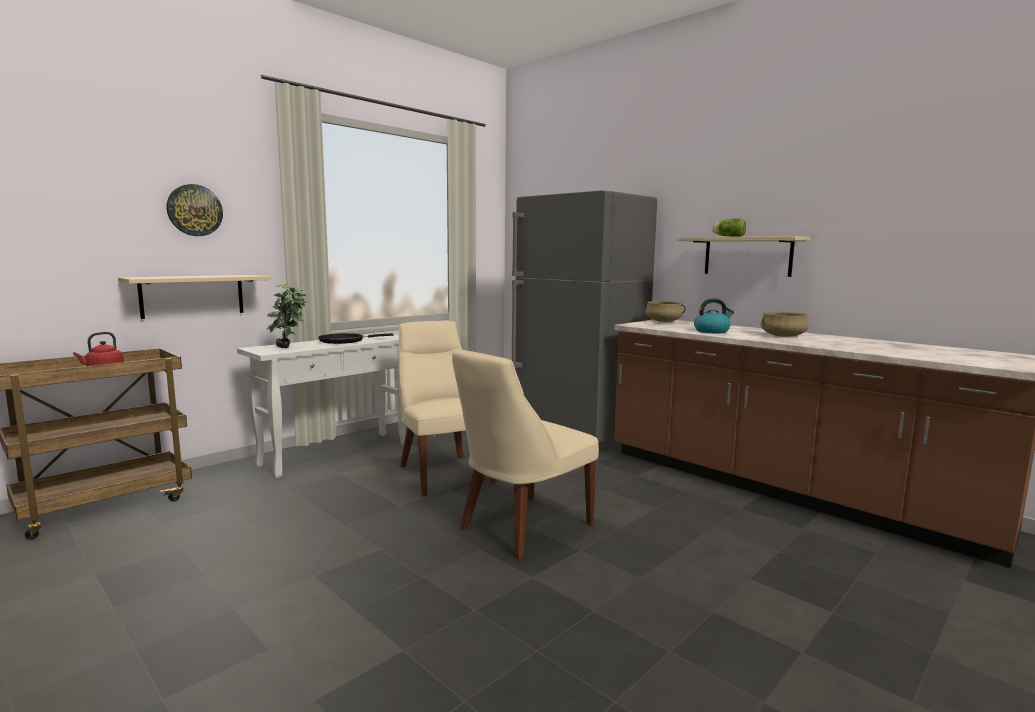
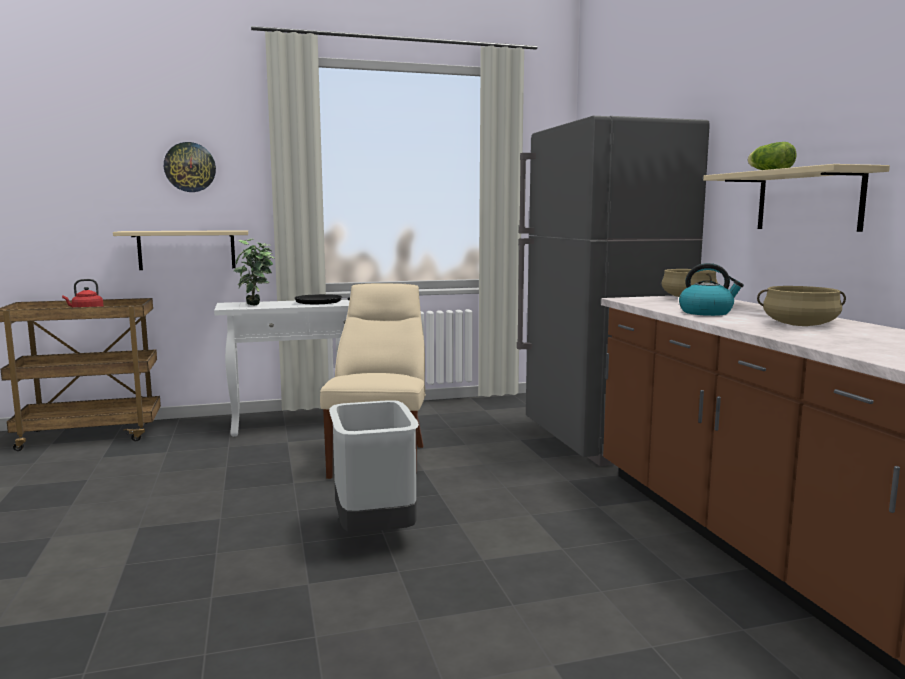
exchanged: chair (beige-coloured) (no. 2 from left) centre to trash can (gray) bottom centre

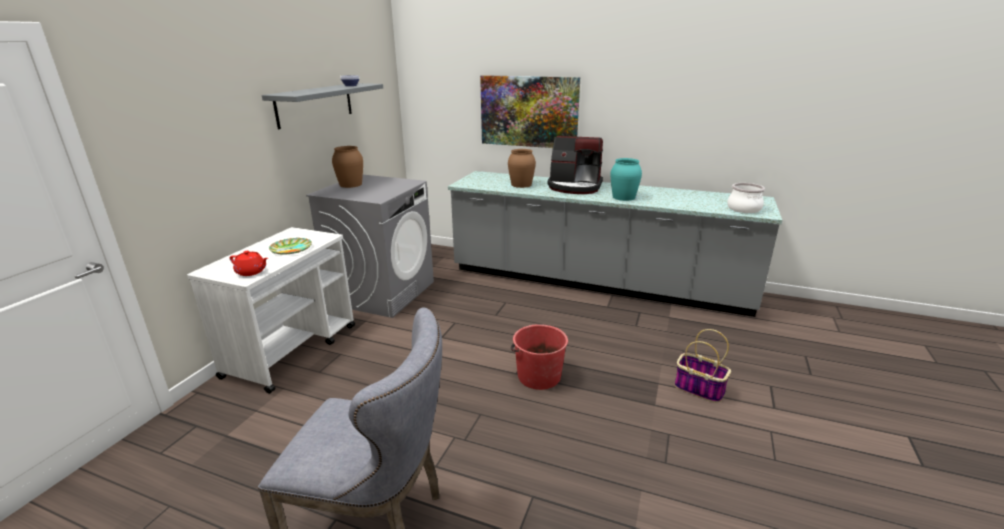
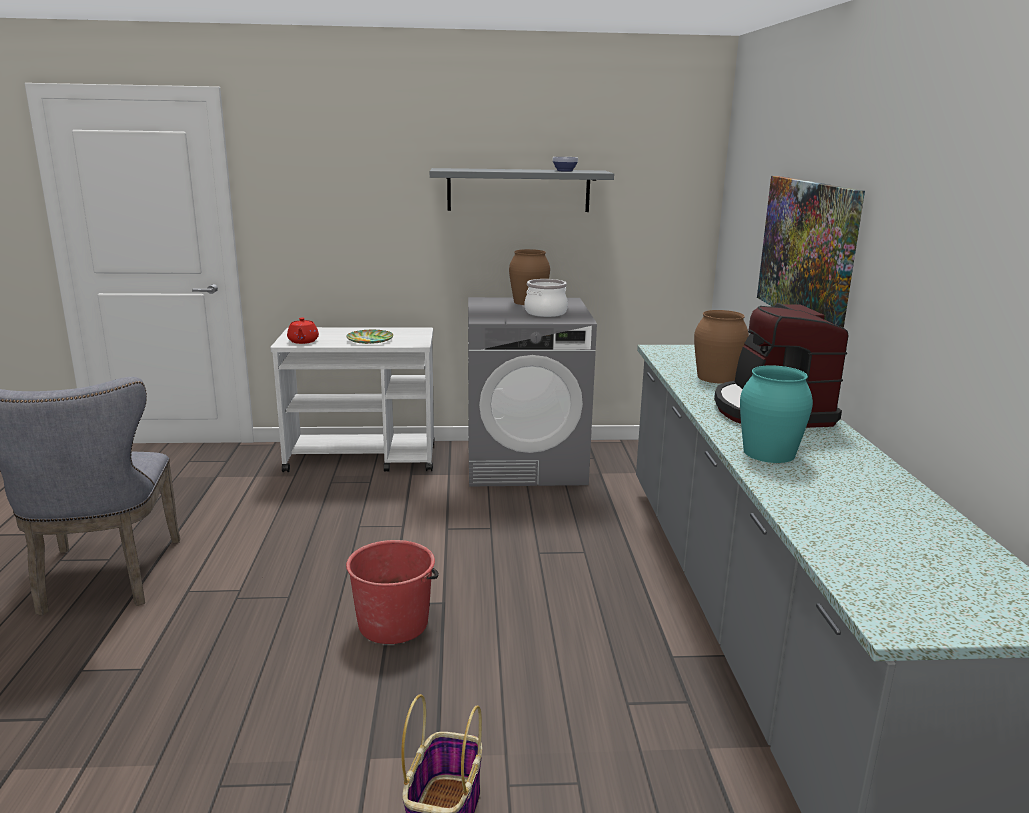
relocated: saucepot middle right to centre

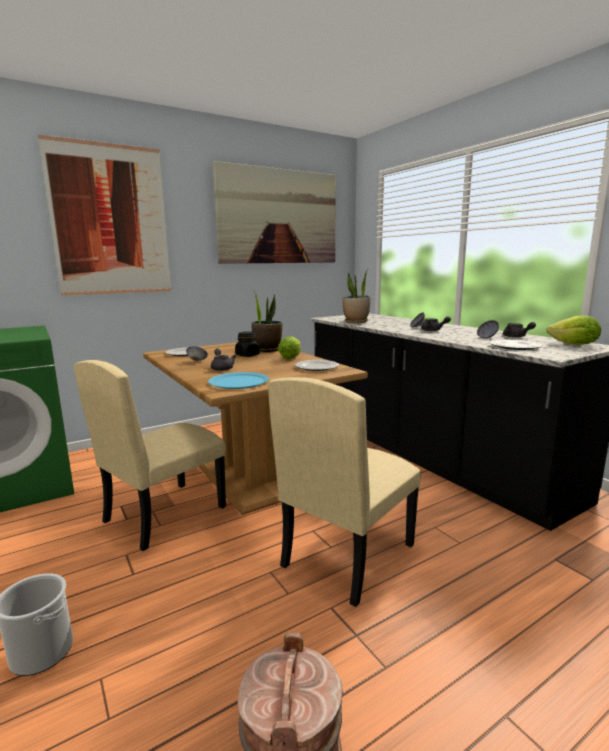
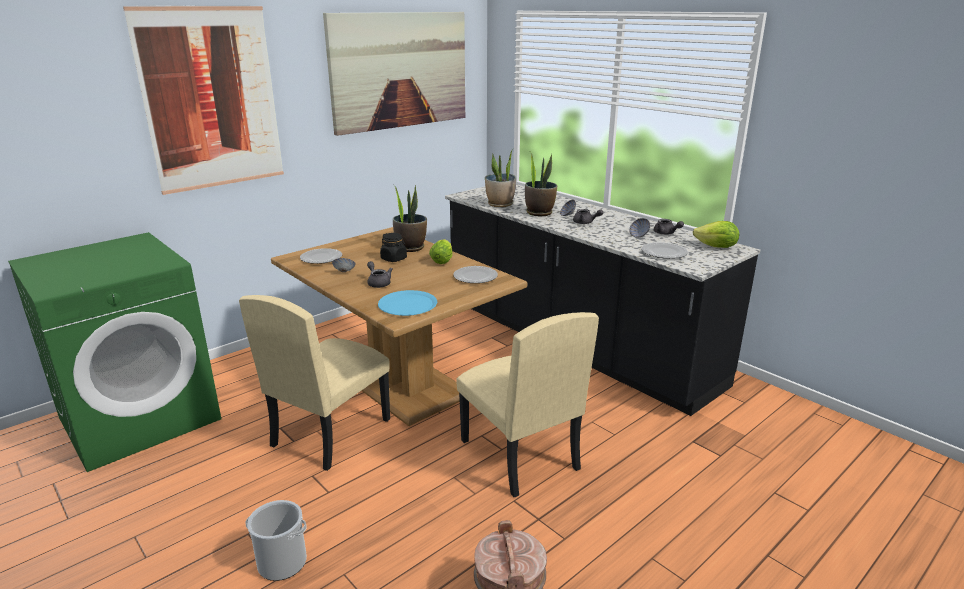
appeared: houseplant (no. 3 from left) top centre
spun: chair (beige-coloured) (no. 2 from left) centre = bottom centre 60 degrees counterclockwise

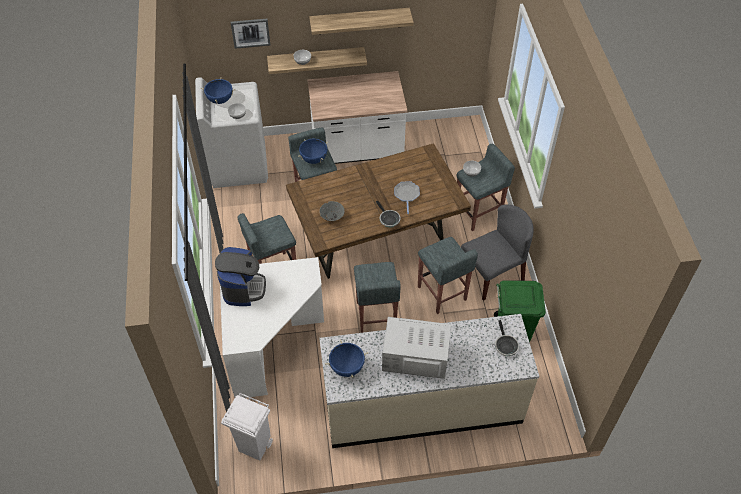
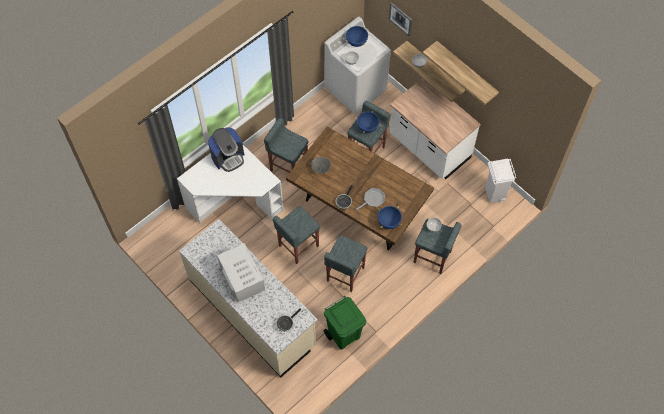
missing: chair (gray) middle right
relocated: trash can (white) bottom centre to middle right; saucepot (blue-coloured) (no. 3 from left) bottom centre to centre

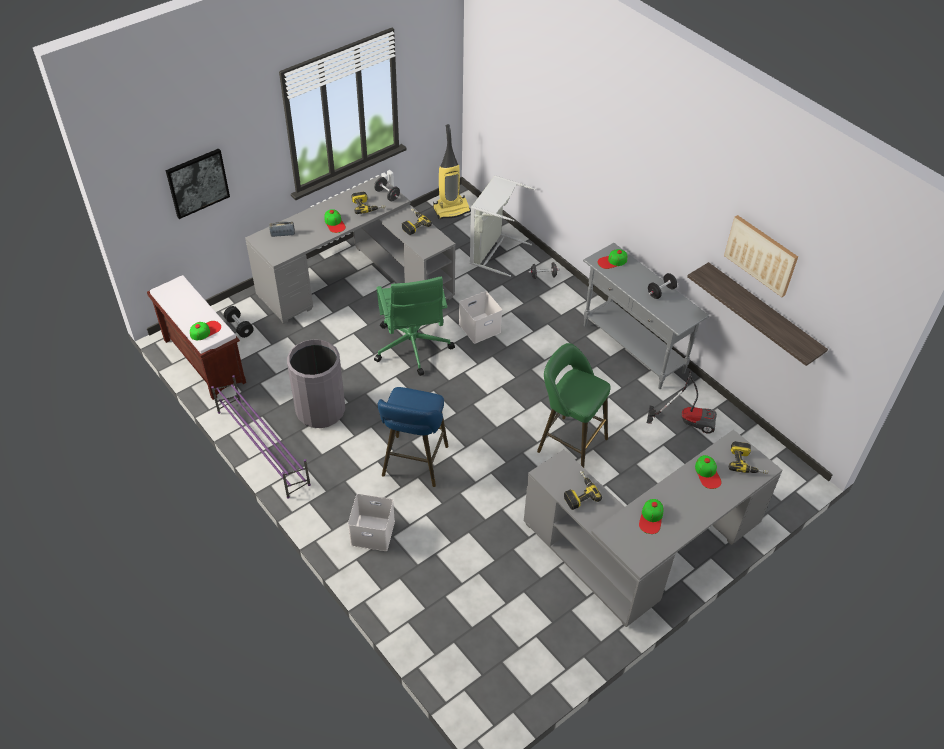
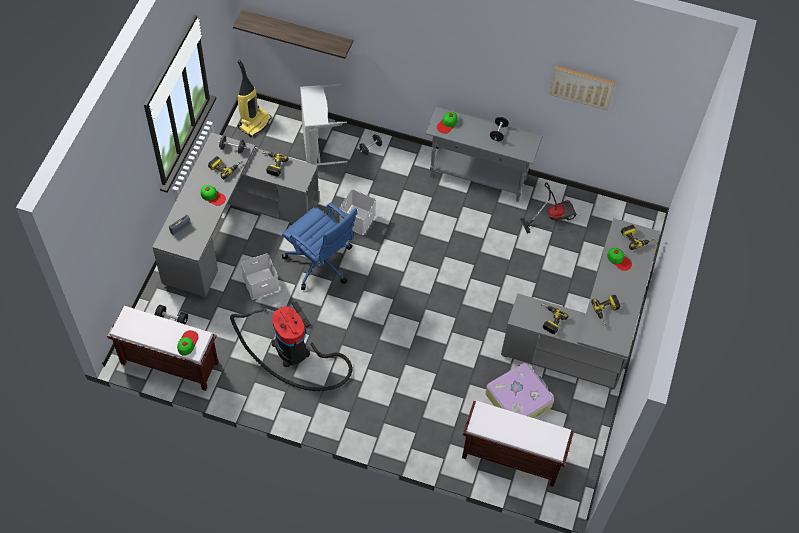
missing: wall art (no. 1 from left) top left; shoe stand (purple-coloured) middle left; stool seat (blue-coloured) centre; stool seat (green) centre
appeared: bench (brown-coloured) (no. 2 from left) bottom centre; piece of luggage bottom centre
relocated: storage bin (white) (no. 1 from left) bottom centre to middle left; wall shelf middle right to top centre
exchanged: trash can (gray) centre to vacuum cleaner (no. 2 from left) centre; peaked cap (no. 4 from left) bottom right to drill (no. 4 from left) middle right
colour: computer chair (green) centre to computer chair (blue-coloured) centre

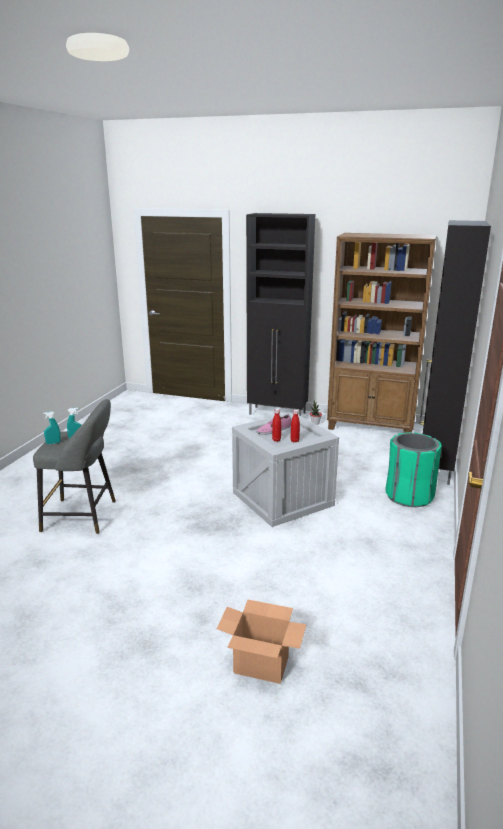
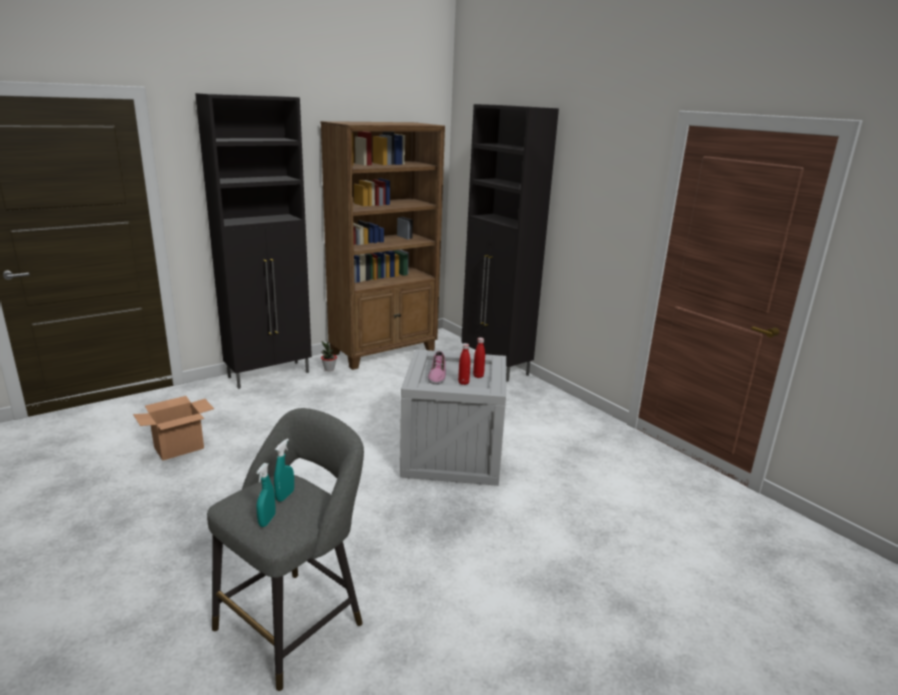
missing: trash can (green) middle right
relocated: carton bottom centre to middle left

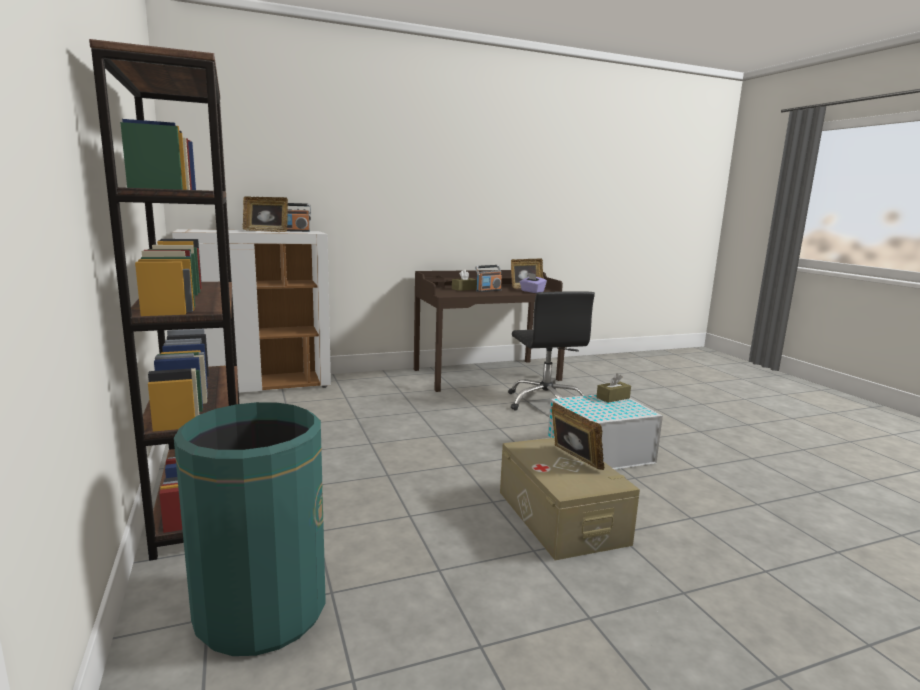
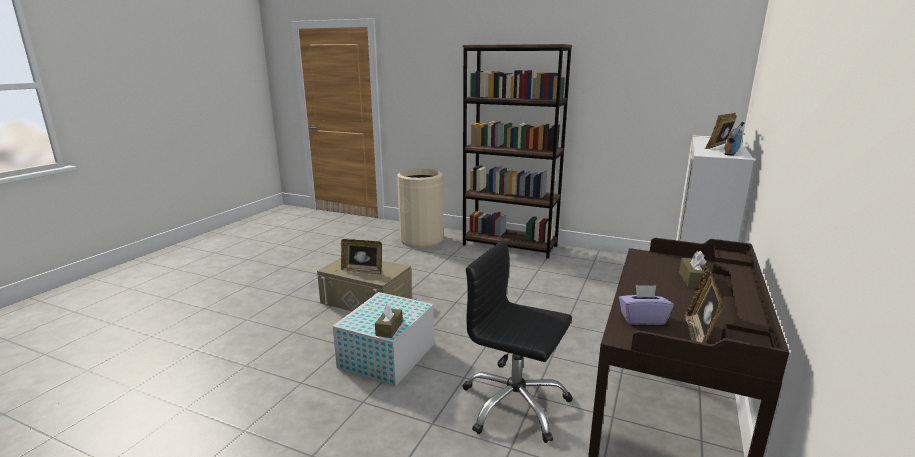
missing: radio receiver (no. 2 from left) centre
colour: trash can (green) bottom left to trash can (beige-coloured) centre

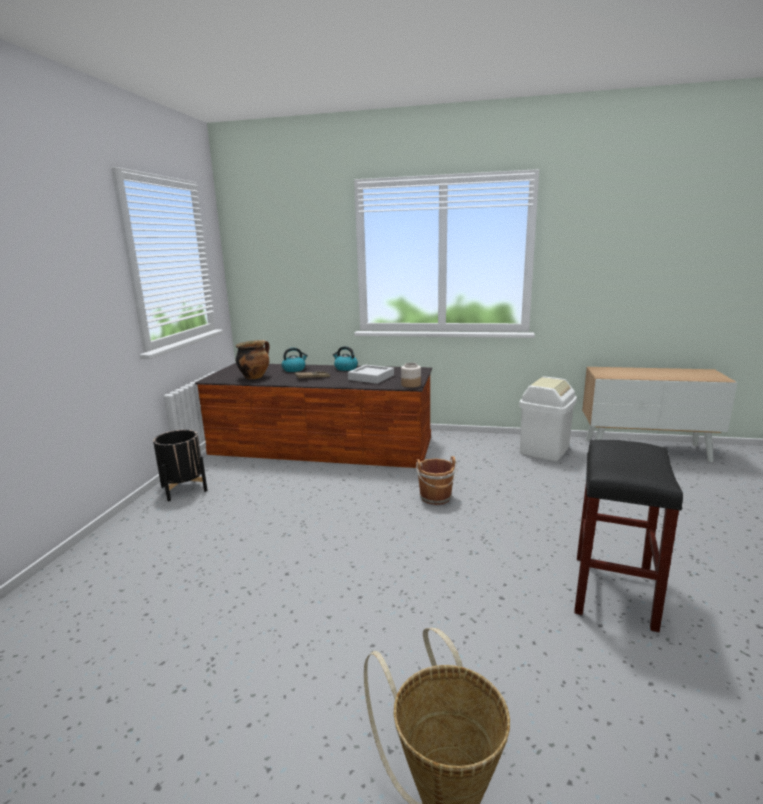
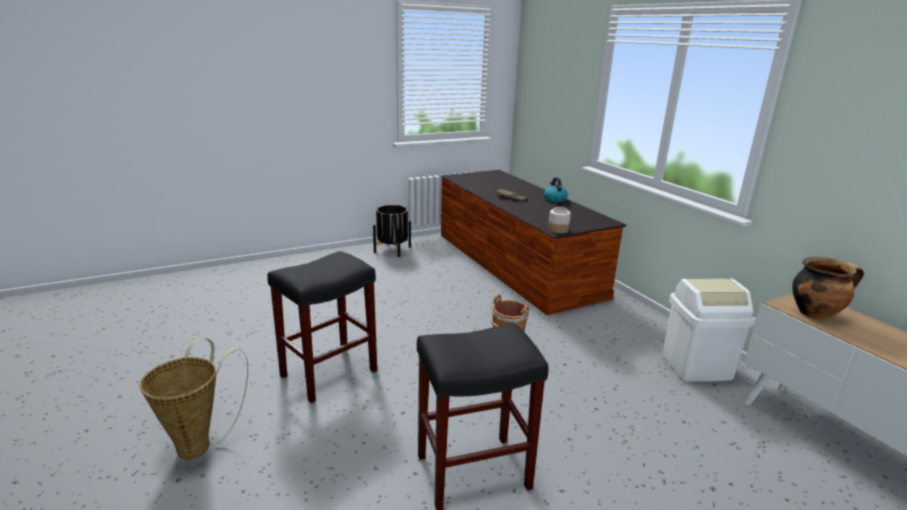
missing: kettle (no. 1 from left) centre; serving tray (gray) centre
appeared: stool seat (blackish) (no. 1 from left) centre
relocated: saucepot middle left to middle right

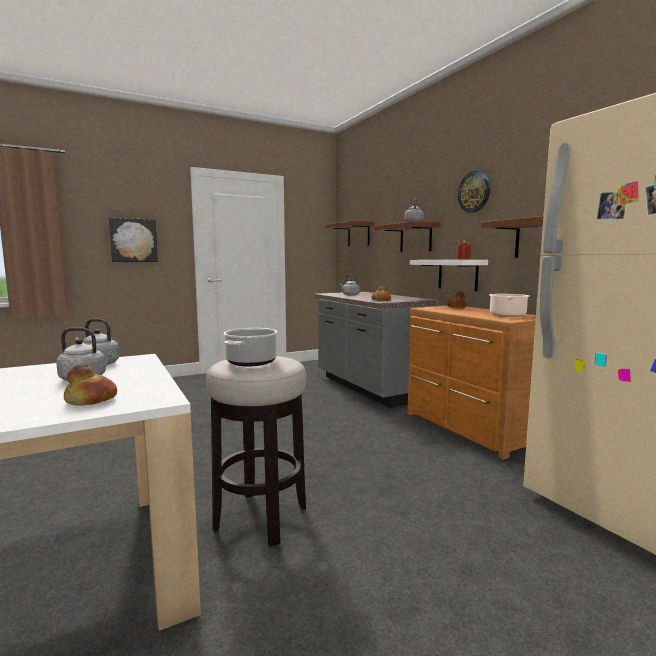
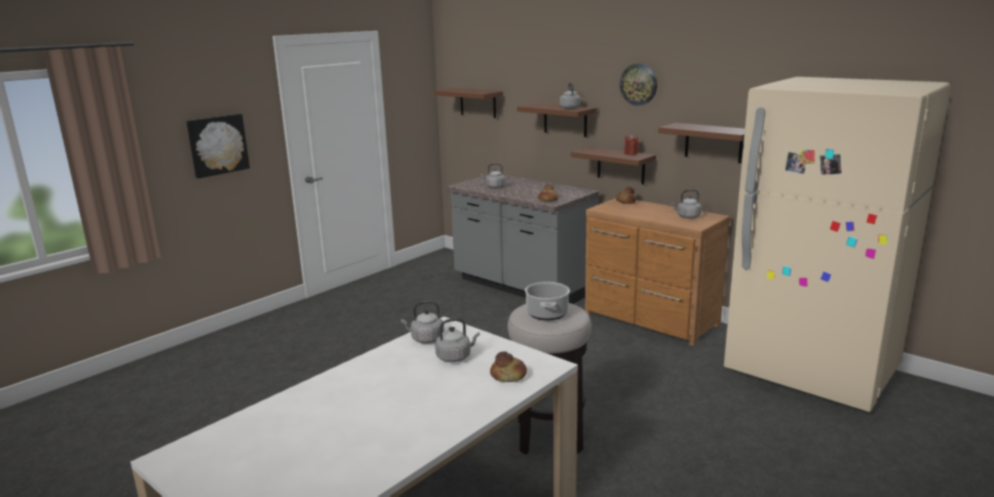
exchanged: saucepot (no. 2 from left) middle right to kettle (gray) (no. 5 from left) middle right
colour: wall shelf (white) middle right to wall shelf (brown-coloured) (no. 3 from left) centre

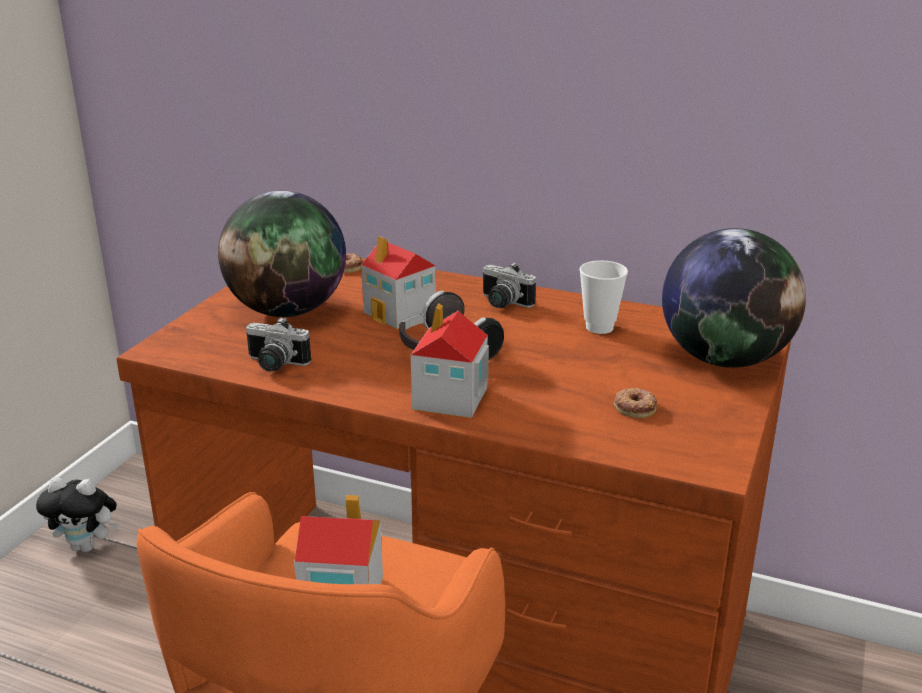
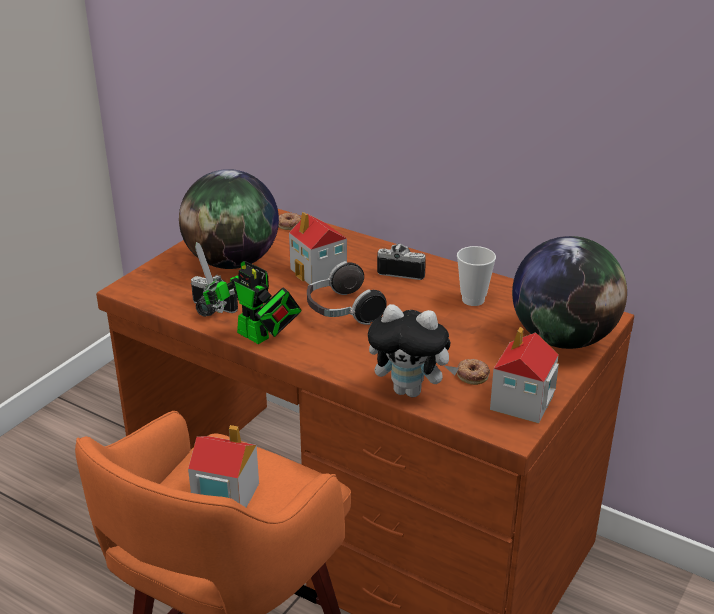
appeared: toy robot centre
relocated: soft toy bottom left to centre; miniature house (no. 3 from left) centre to middle right
spun: photo camera (no. 2 from left) centre = centre 150 degrees clockwise

